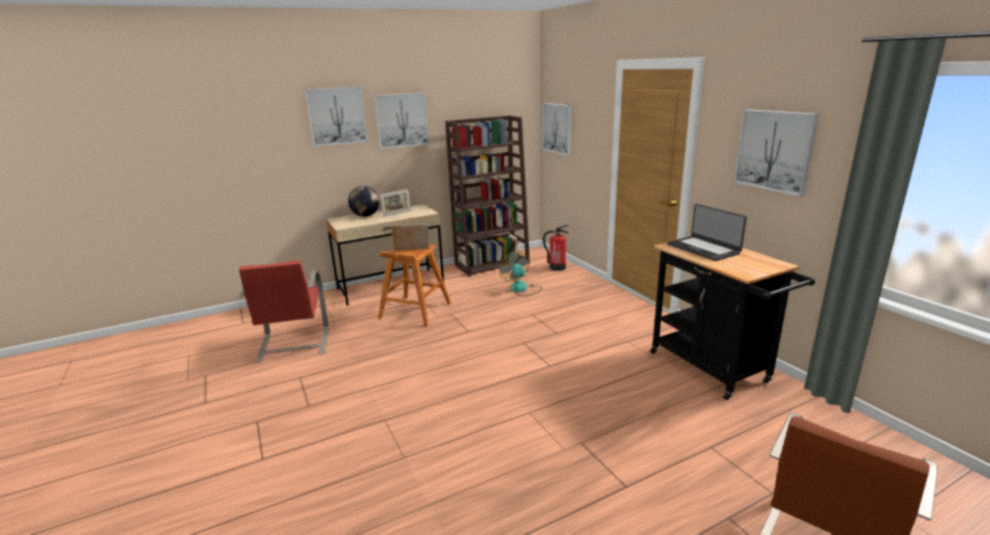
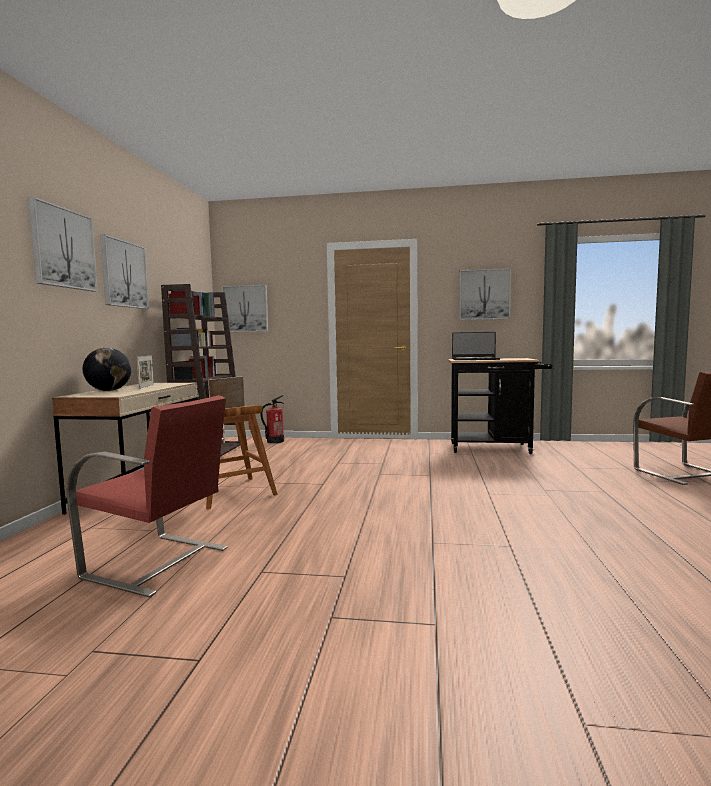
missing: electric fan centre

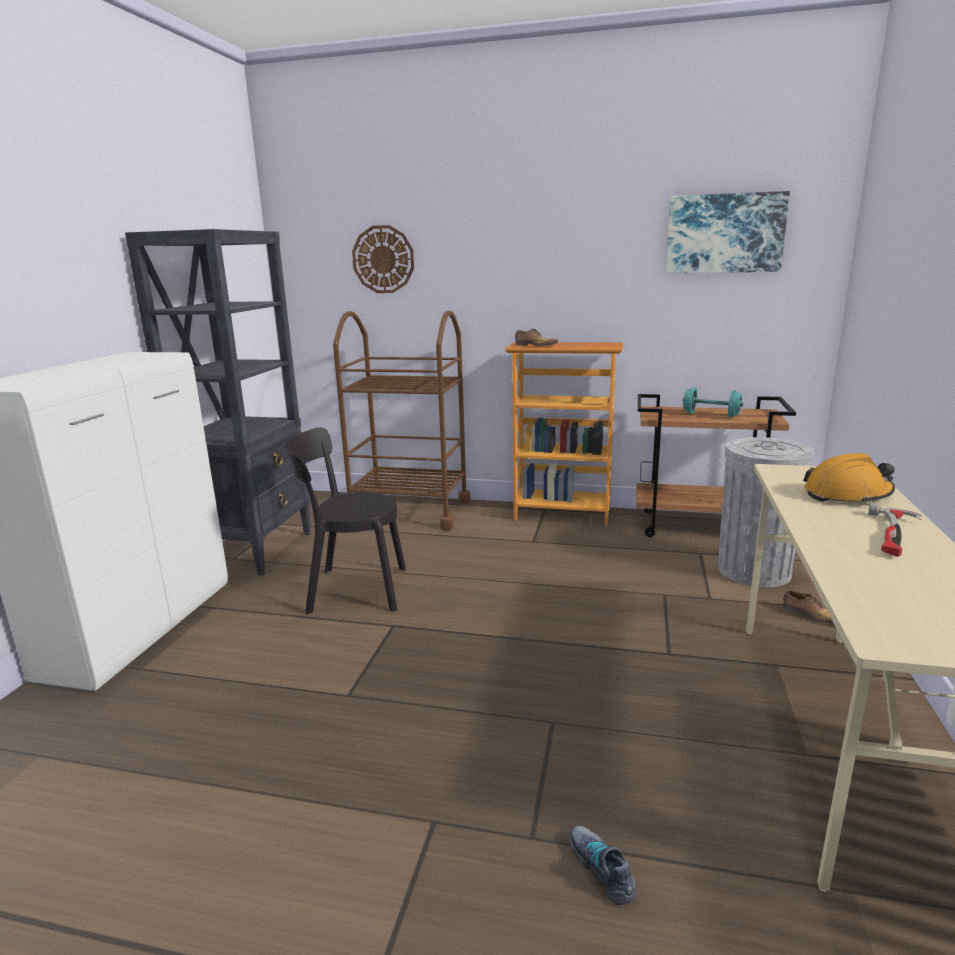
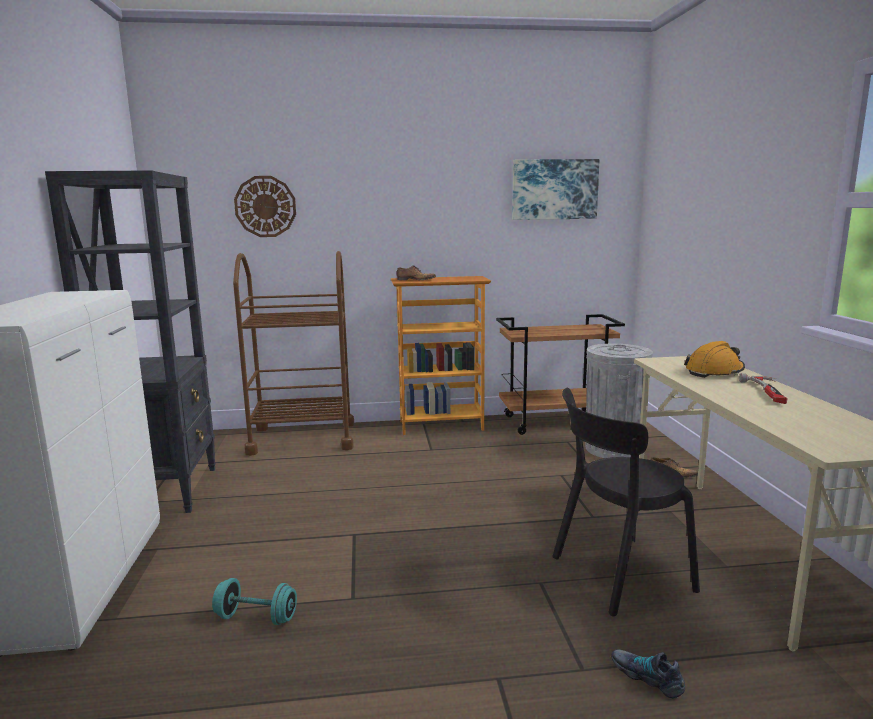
relocated: chair (blackish) centre to bottom right; hand weight (turquoise-coloured) middle right to bottom left

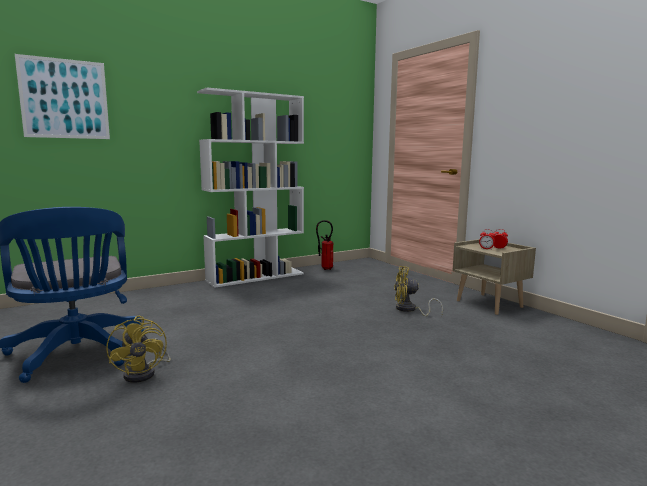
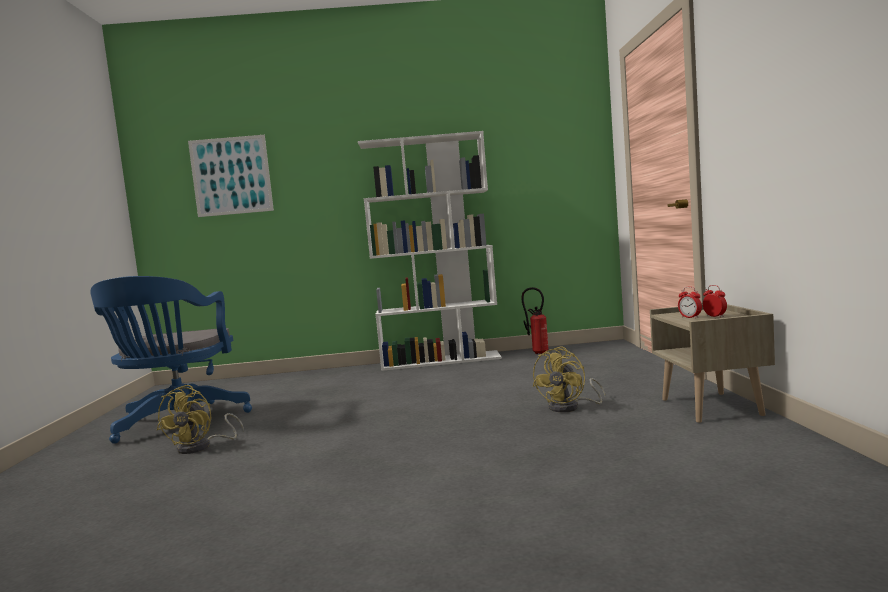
spun: electric fan (yellow-coloured) (no. 2 from left) centre = centre 90 degrees counterclockwise

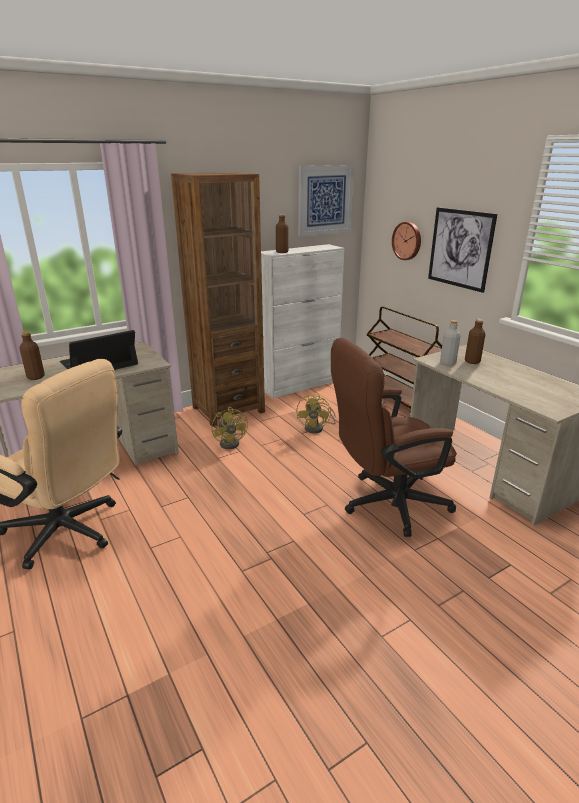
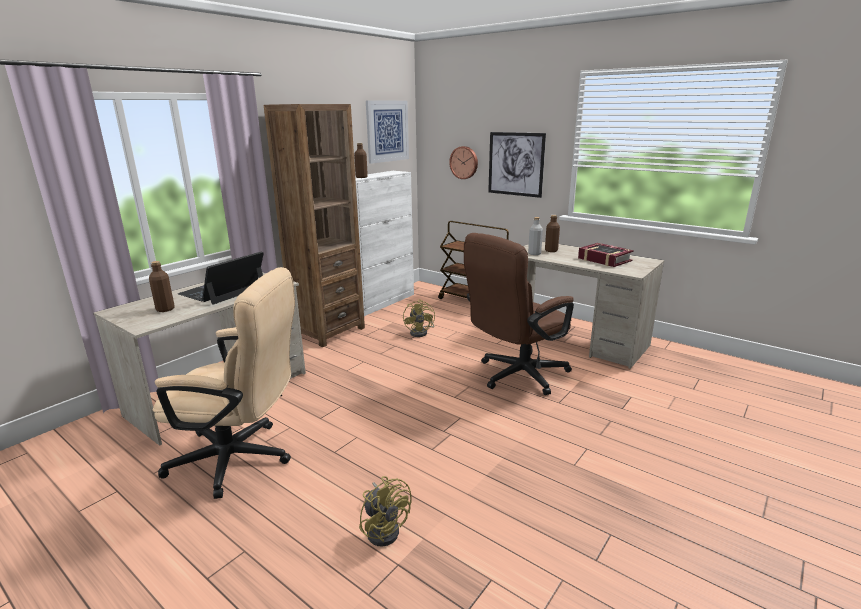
appeared: bound book middle right
relocated: electric fan (yellow-coloured) (no. 1 from left) centre to bottom centre

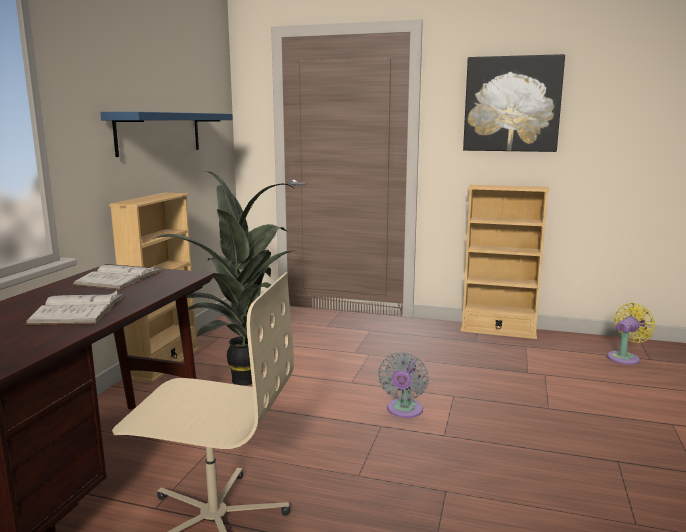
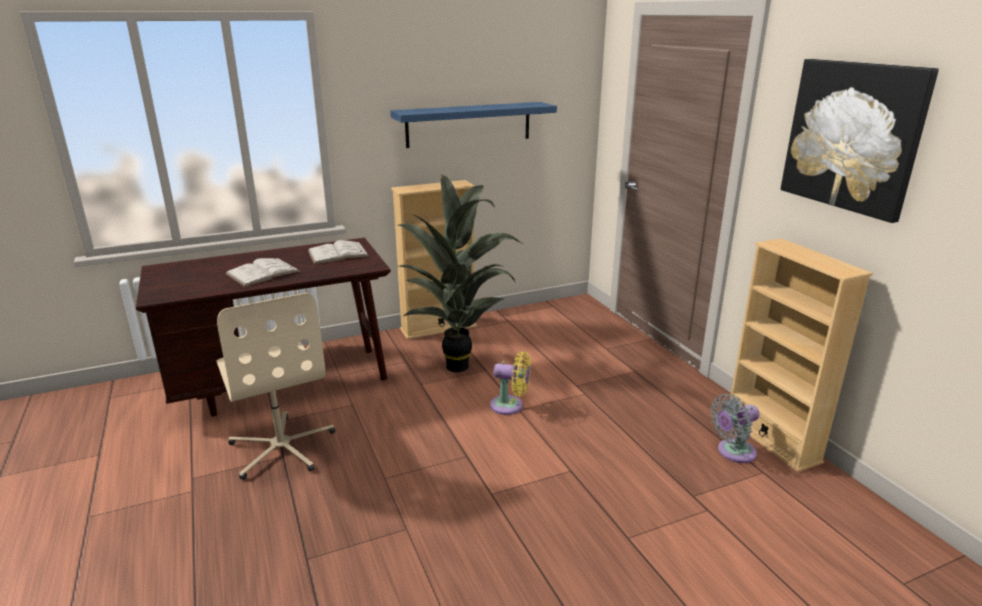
relocated: electric fan (gray) bottom centre to bottom right; electric fan (yellow-coloured) middle right to centre

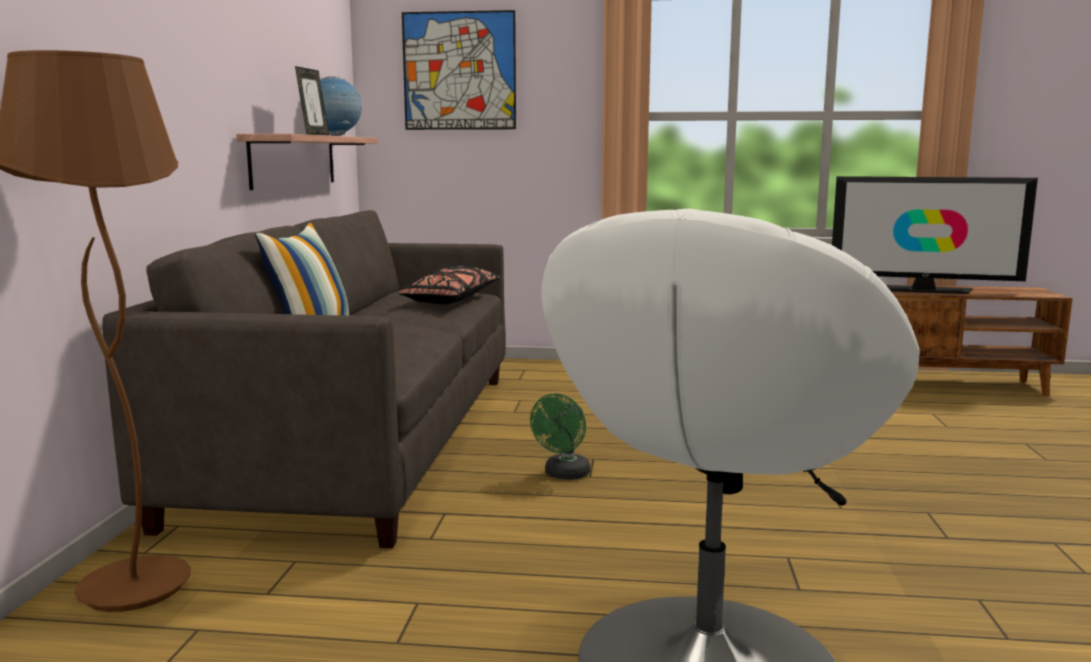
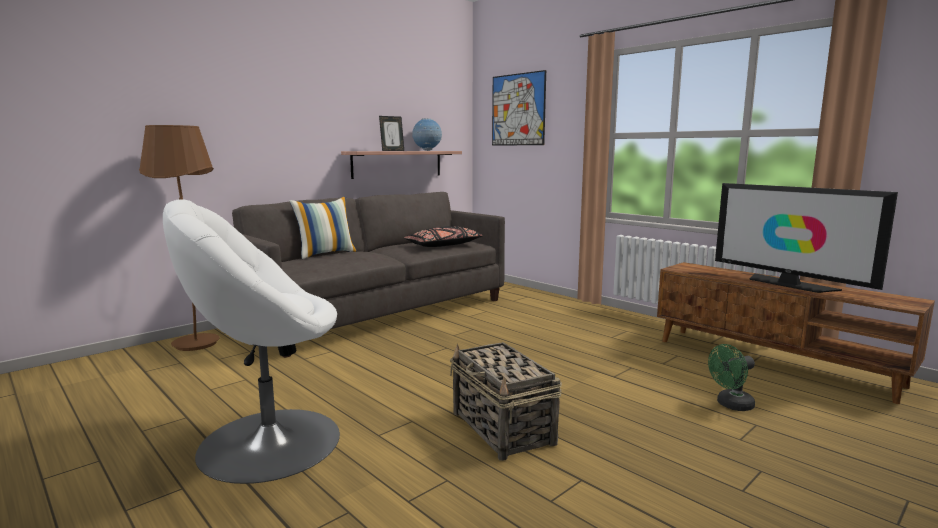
appeared: storage basket bottom centre
relocated: electric fan (green) centre to bottom right

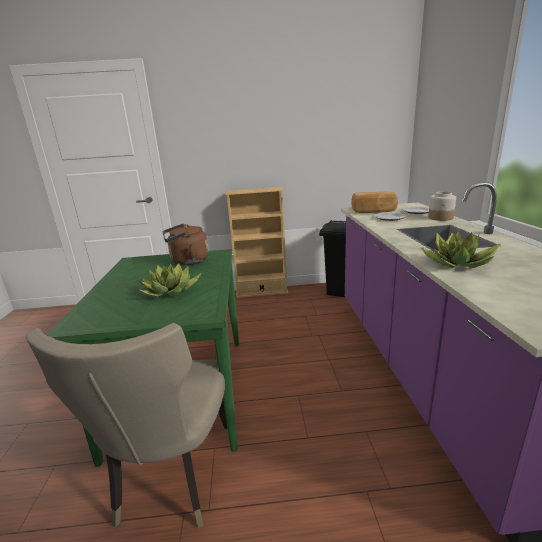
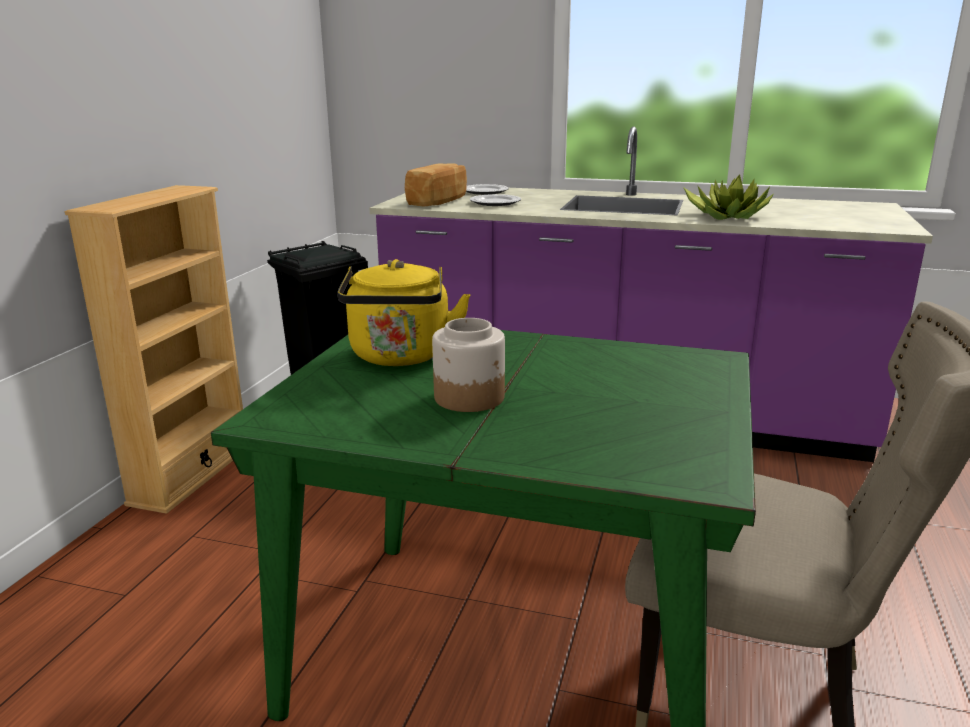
missing: houseplant (no. 1 from left) middle left
relocated: storage jar middle right to centre
colour: kettle (brown-coloured) centre to kettle (yellow-coloured) centre

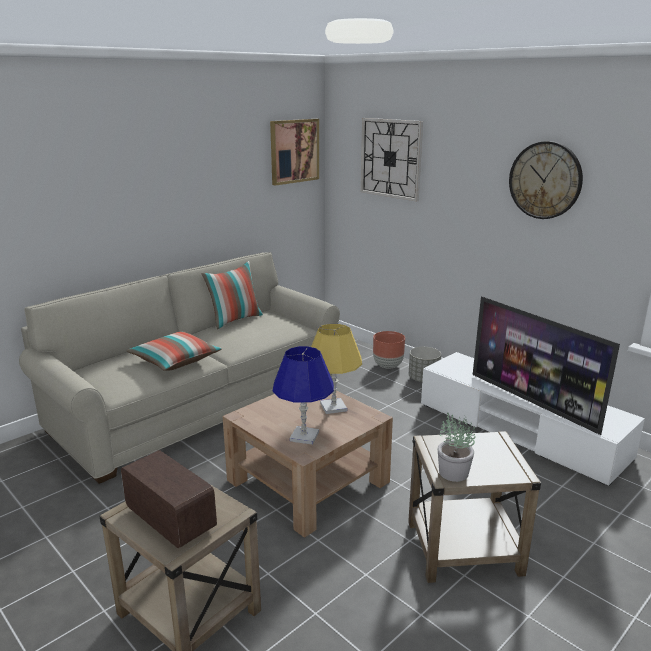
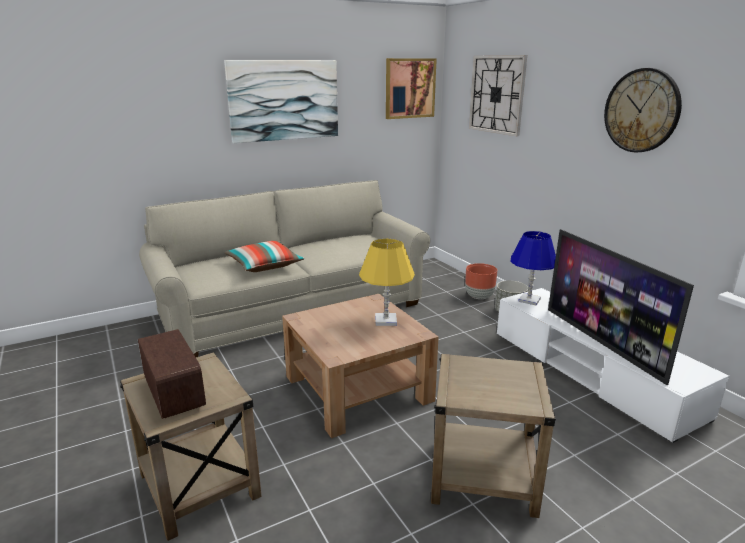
missing: cushion (no. 2 from left) centre; houseplant bottom right
appeared: wall art (no. 1 from left) top centre
relocated: lamp for a table (blue-coloured) centre to middle right

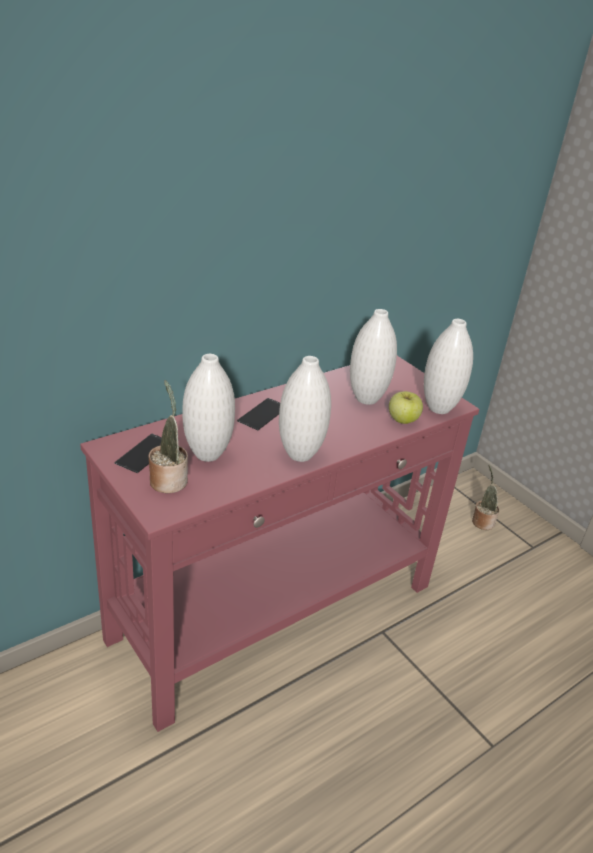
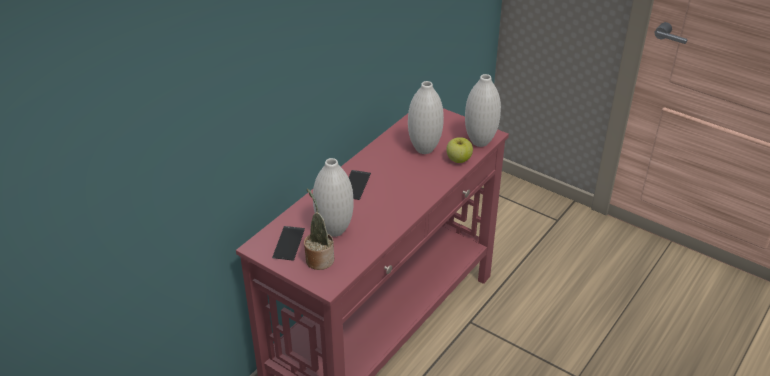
missing: vase (white) (no. 2 from left) centre; houseplant (no. 2 from left) middle right

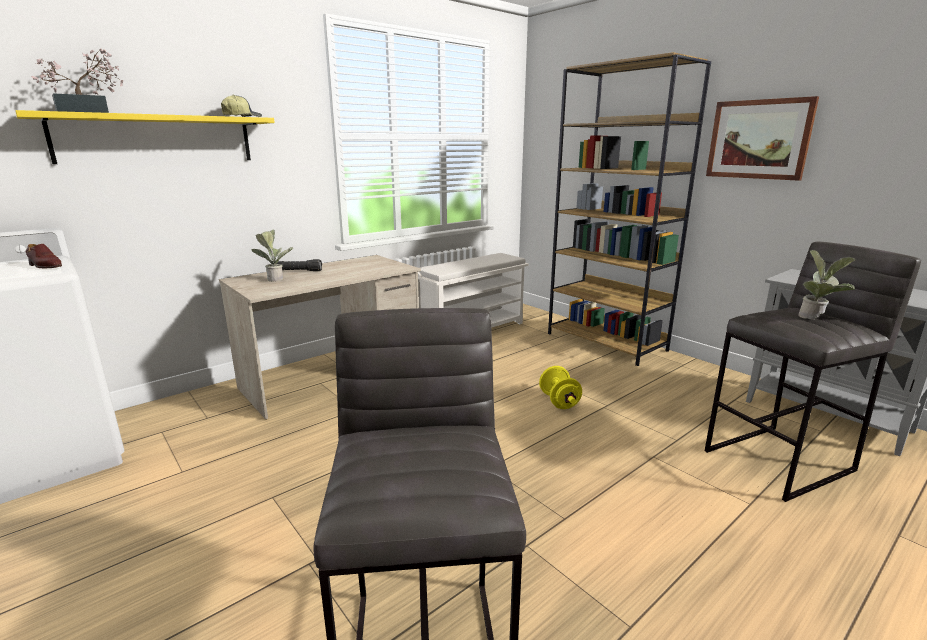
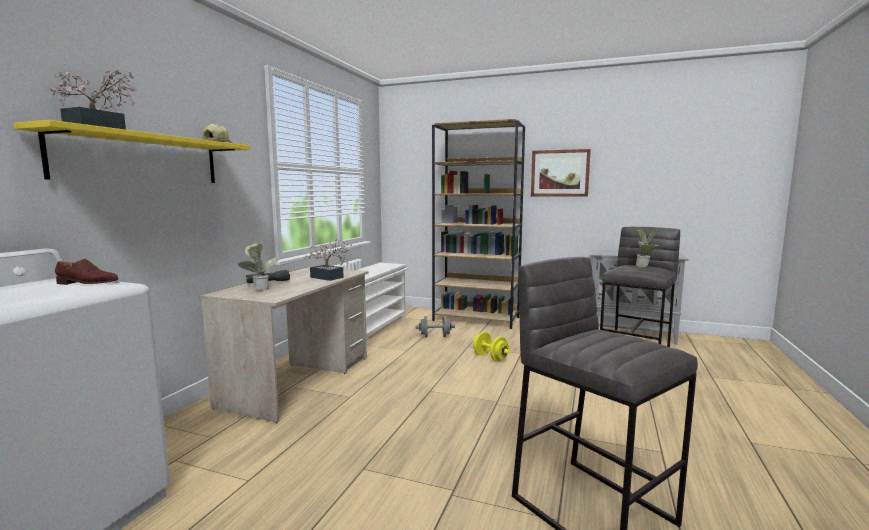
appeared: houseplant (no. 3 from left) centre; hand weight (gray) centre

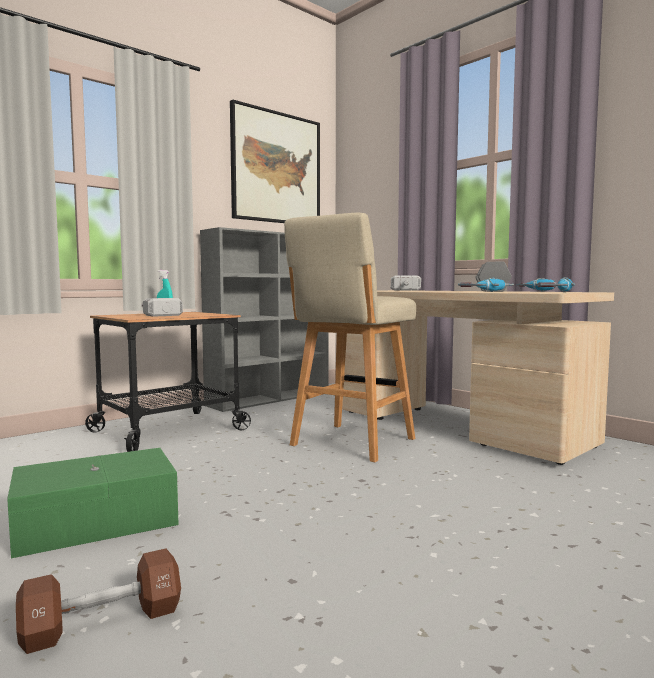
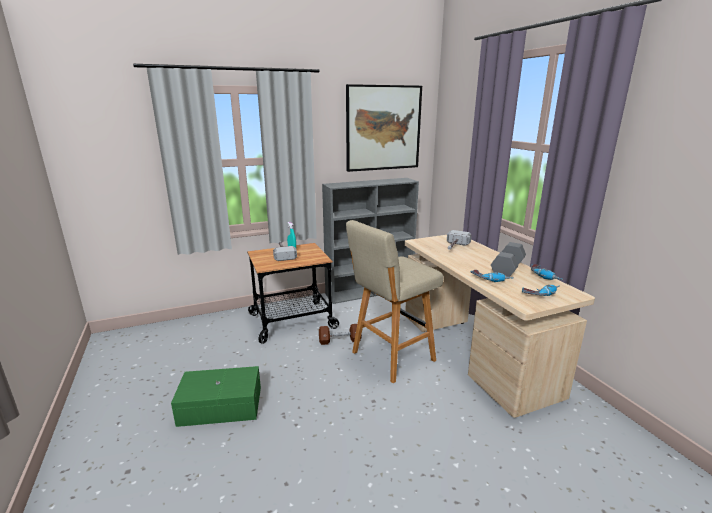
relocated: hand weight (brown-coloured) bottom left to centre

